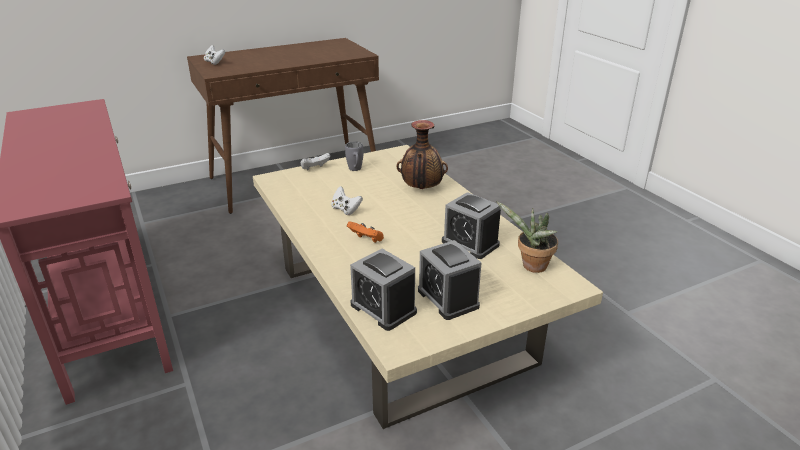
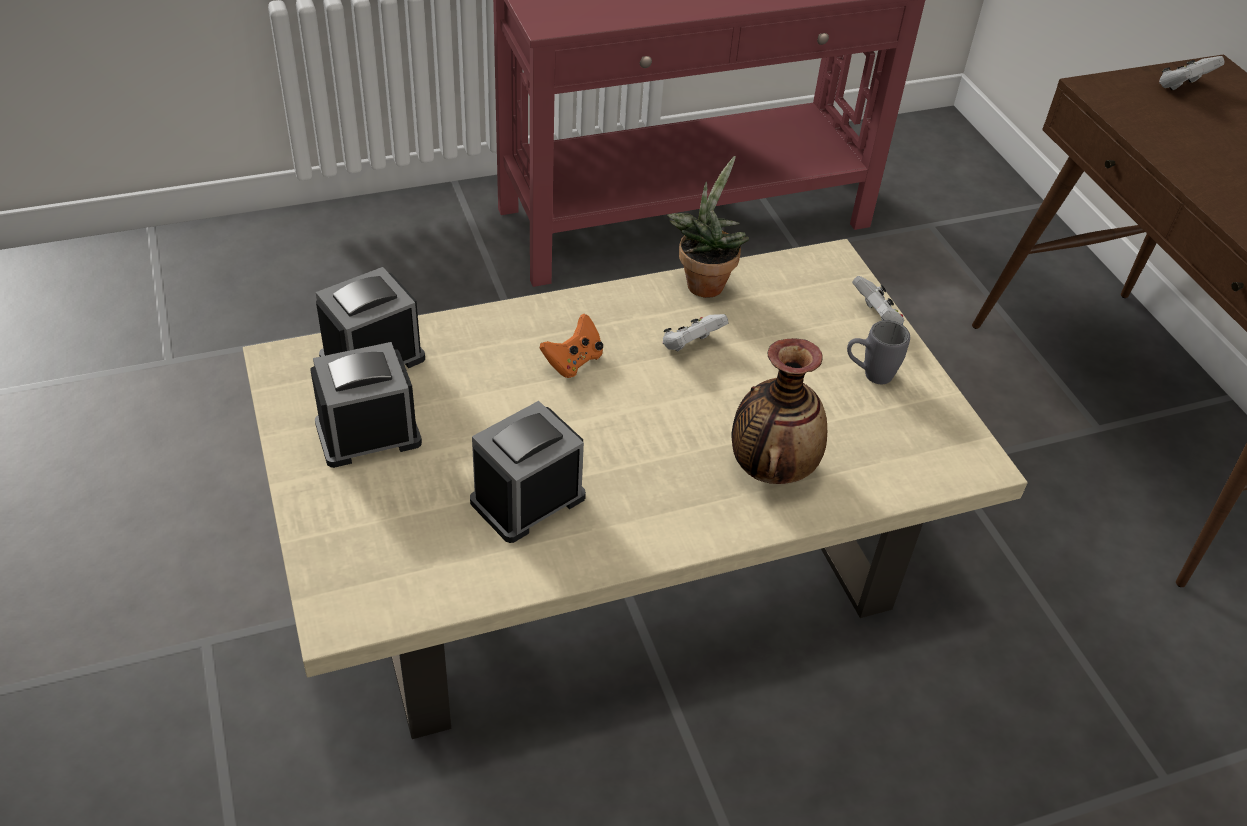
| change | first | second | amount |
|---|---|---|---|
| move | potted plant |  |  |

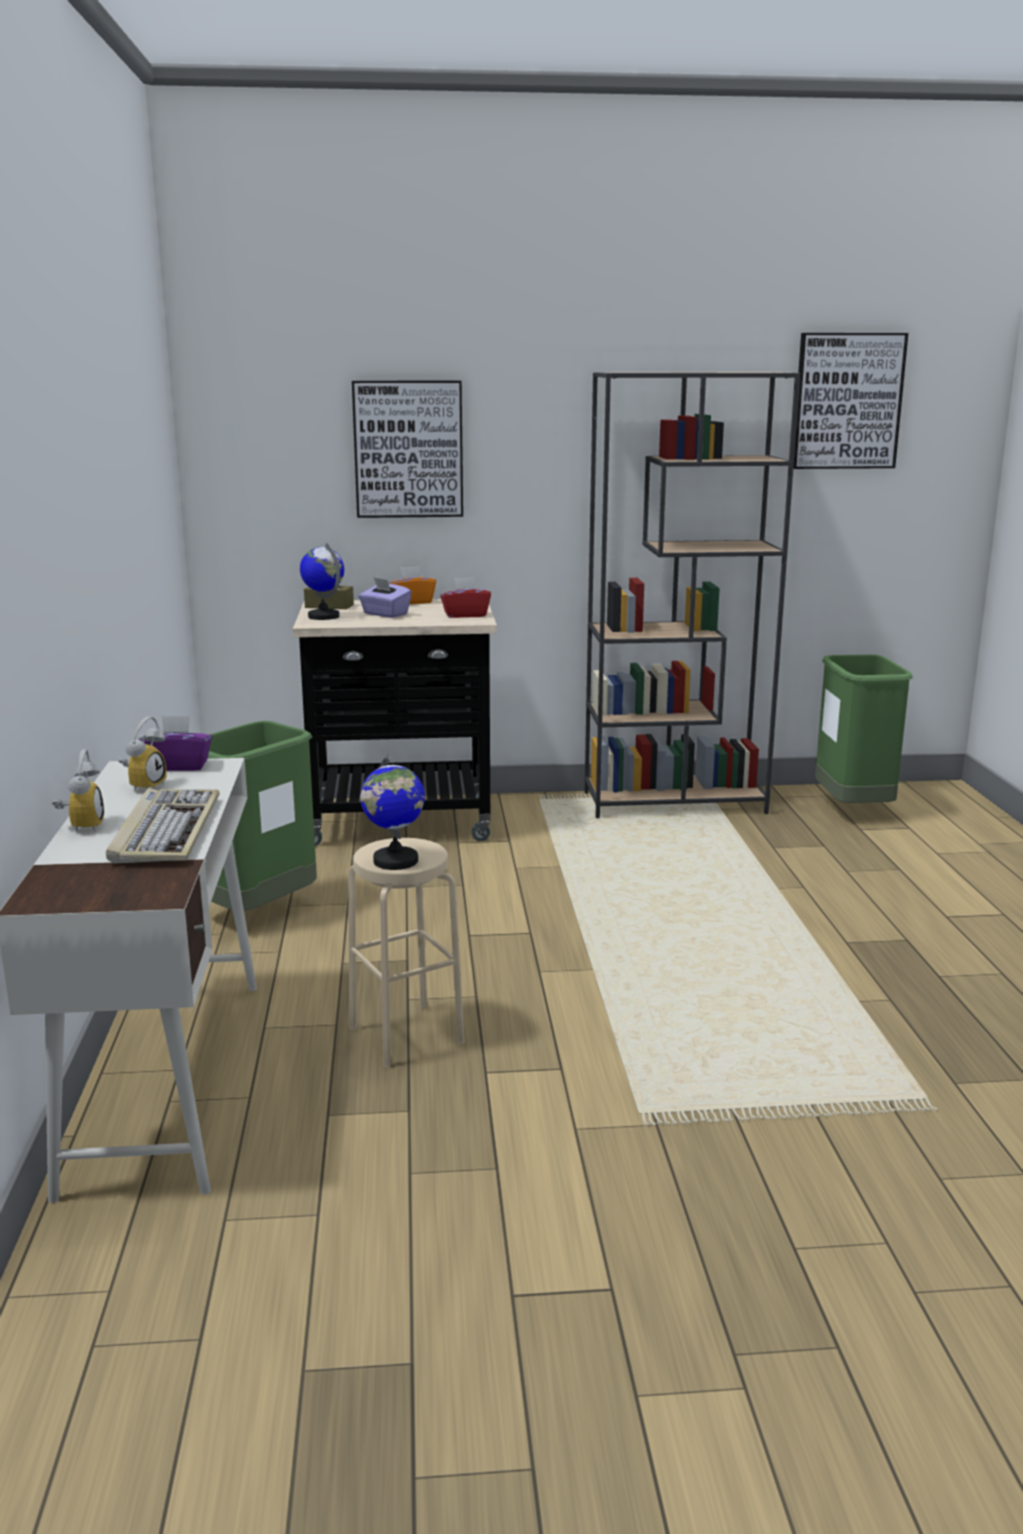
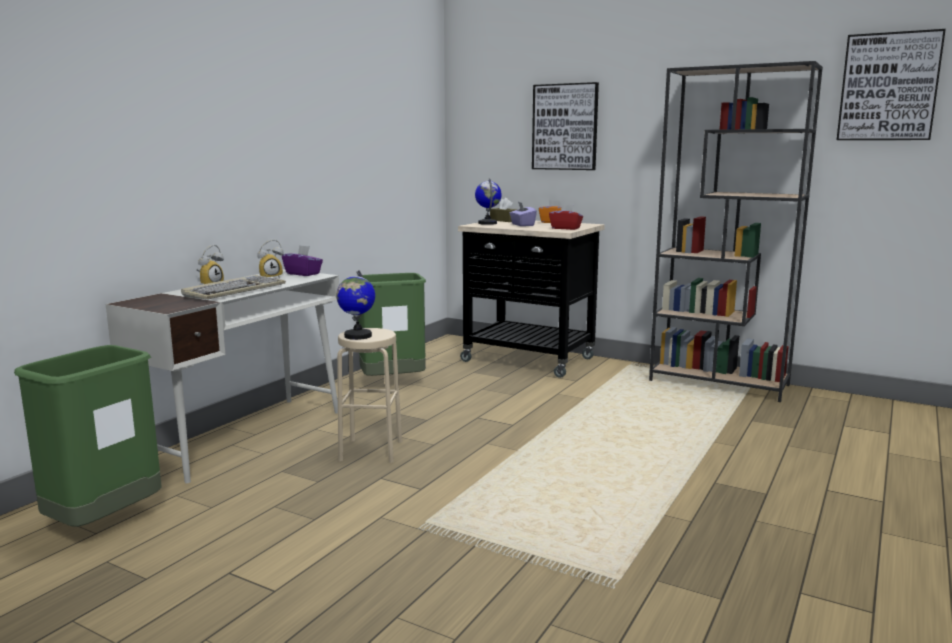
| change | first | second | amount |
|---|---|---|---|
| move | green trash can (2nd from left in the first image) | green trash can (1st from left) |  |

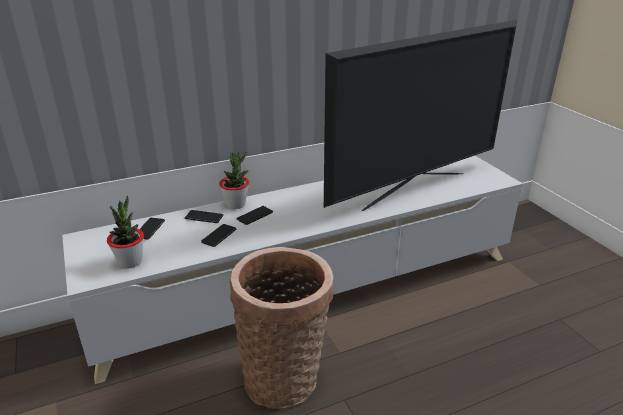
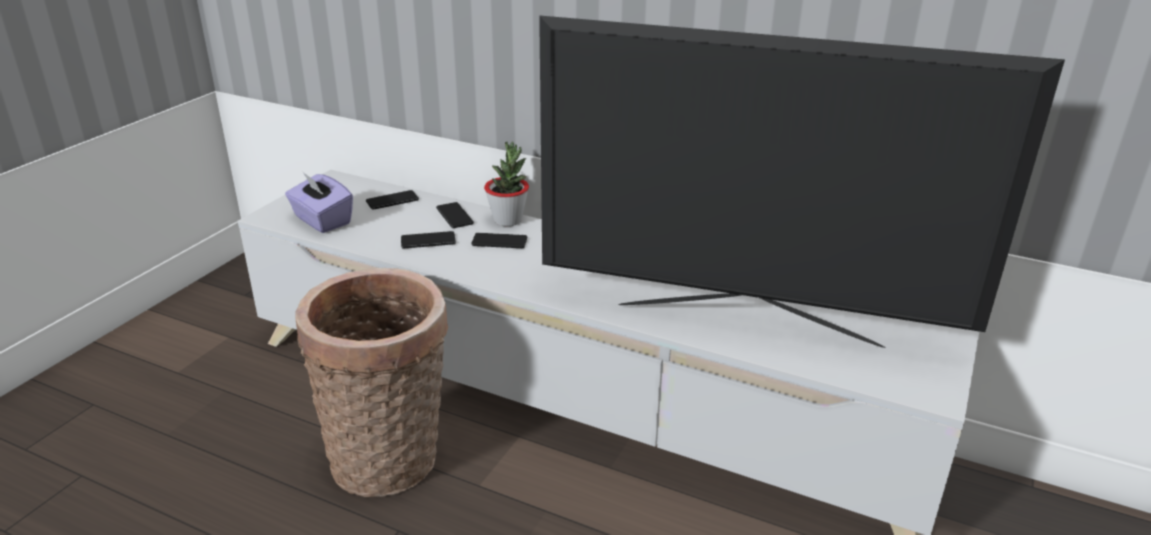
| change | first | second | amount |
|---|---|---|---|
| replace | potted plant (1st from left) | purple tissue box |  |

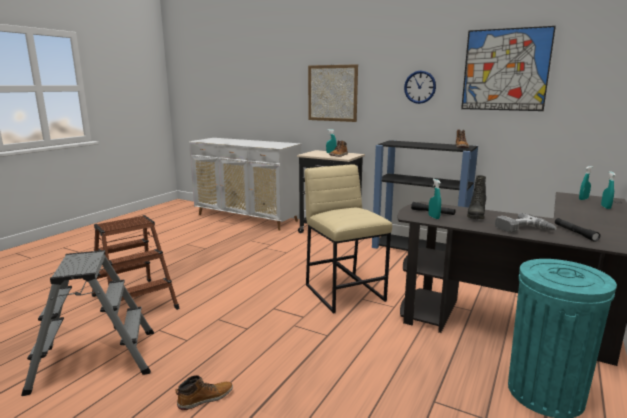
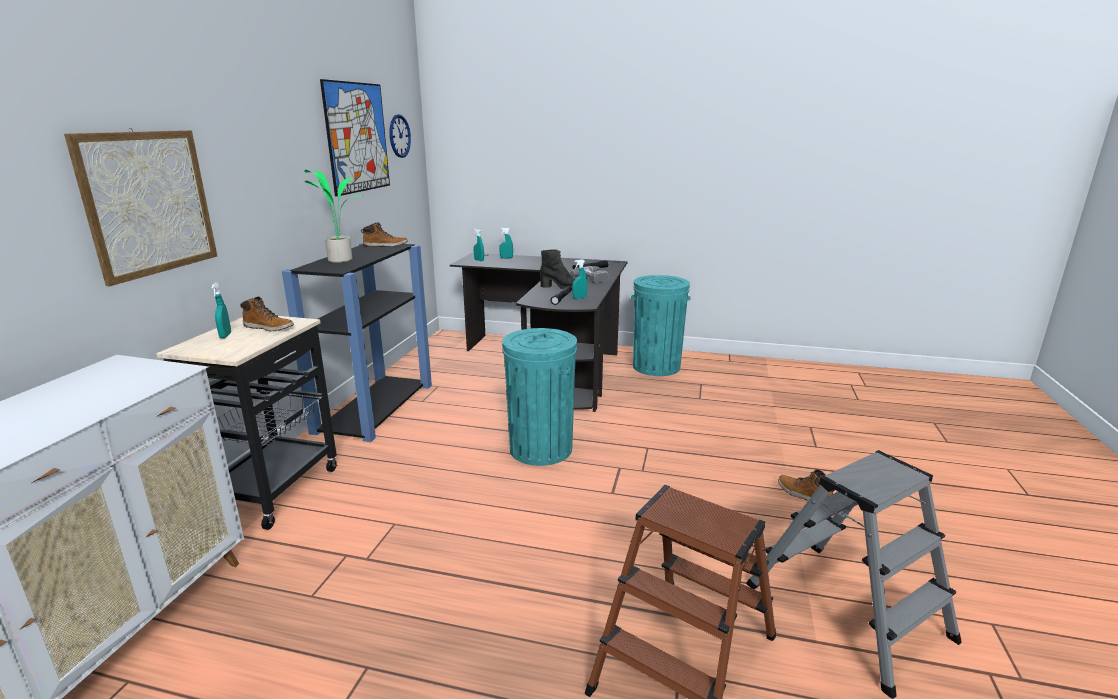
| change | first | second | amount |
|---|---|---|---|
| insert |  | potted plant |  |
| move | wall clock |  |  |
| replace | beige chair | turquoise trash can (1st from left) |  |

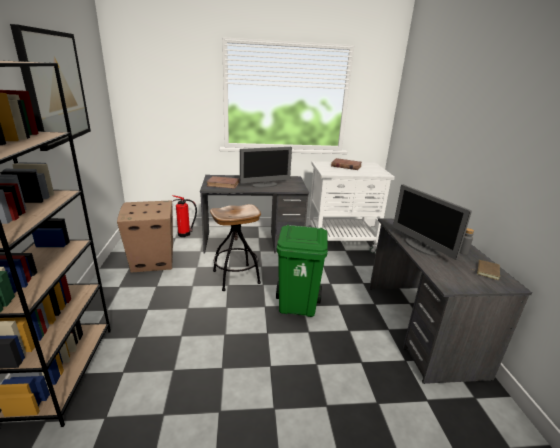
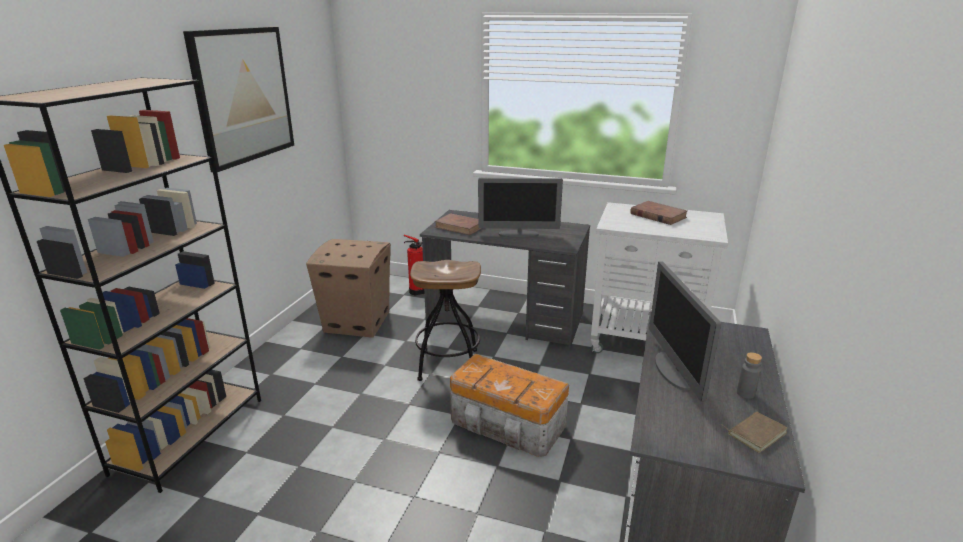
| change | first | second | amount |
|---|---|---|---|
| replace | green trash can | storage box |  |

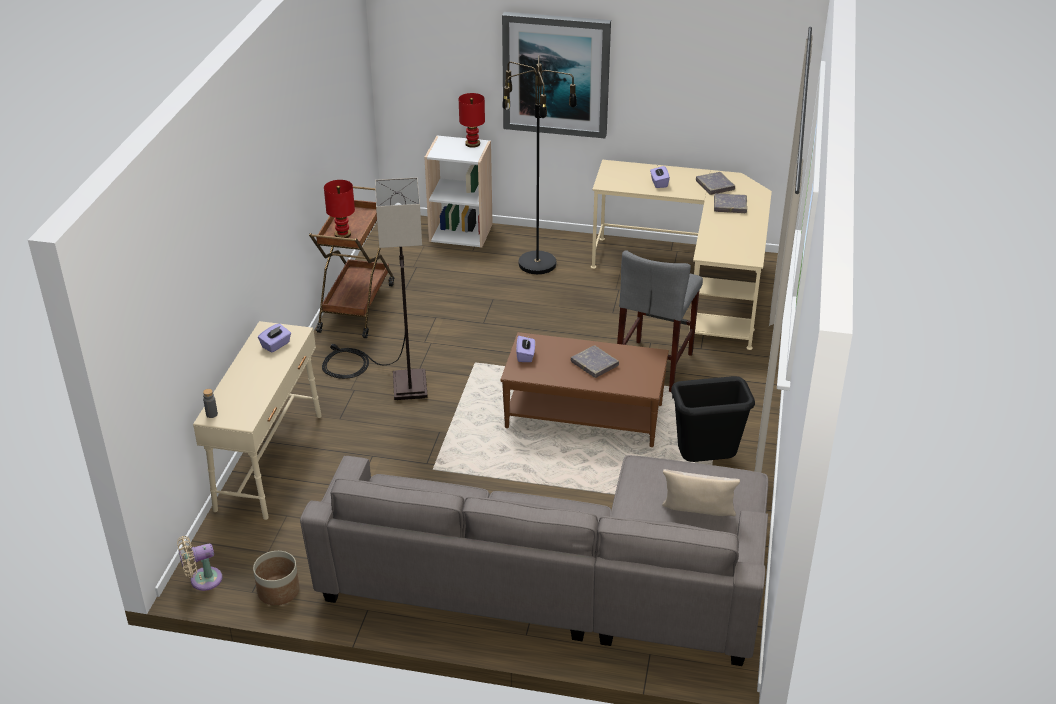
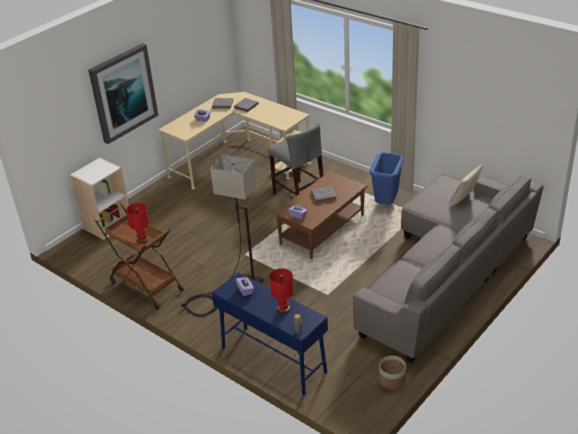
| change | first | second | amount |
|---|---|---|---|
| recolor | beige console table | blue console table |  |
| move | red table lamp (2nd from left) |  |  |
| recolor | black trash can | blue trash can |  |
| delete | beige fan |  |  |
| delete | floor lamp (2nd from left) |  |  |

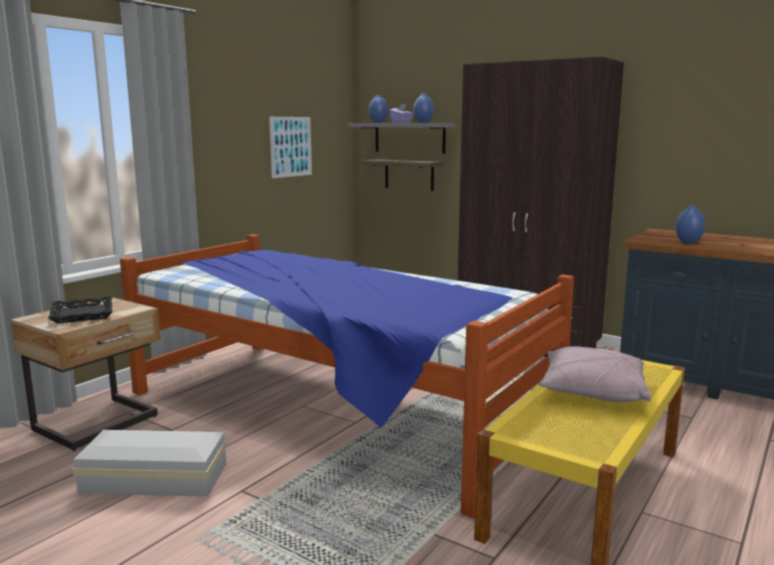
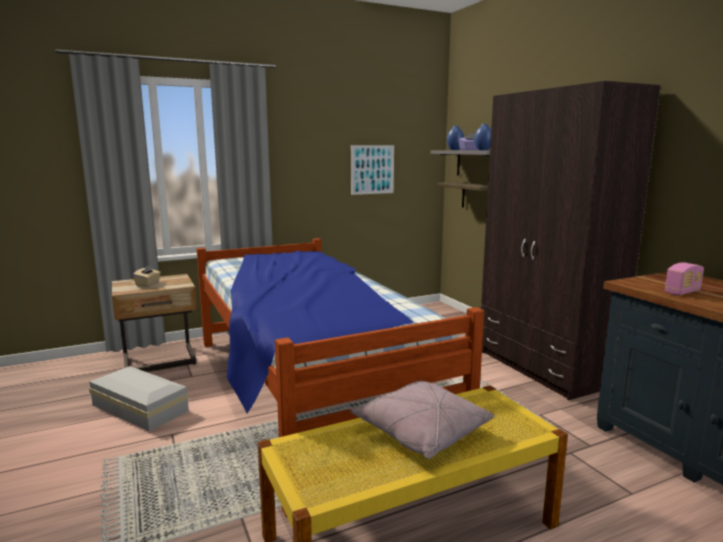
| change | first | second | amount |
|---|---|---|---|
| replace | black tray | beige tissue box |  |
| replace | blue vase (3rd from left) | radio |  |

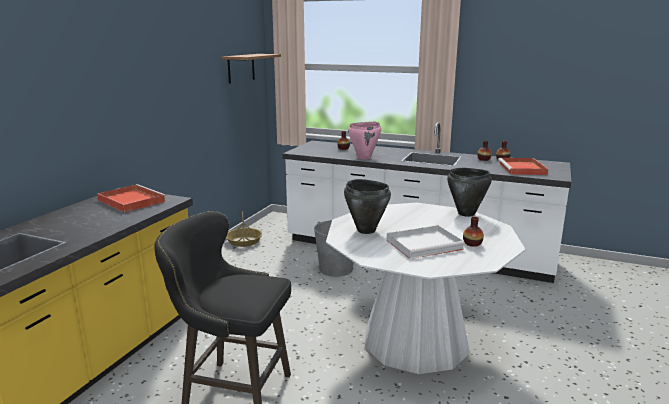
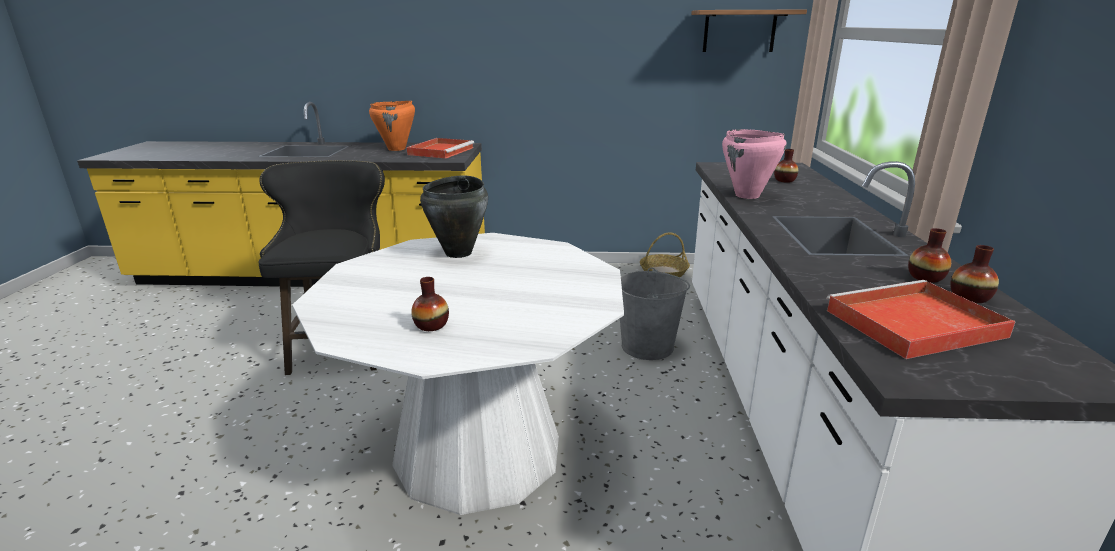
| change | first | second | amount |
|---|---|---|---|
| insert |  | orange cooking pot |  |
| delete | white tray |  |  |
| delete | black cooking pot (2nd from left) |  |  |

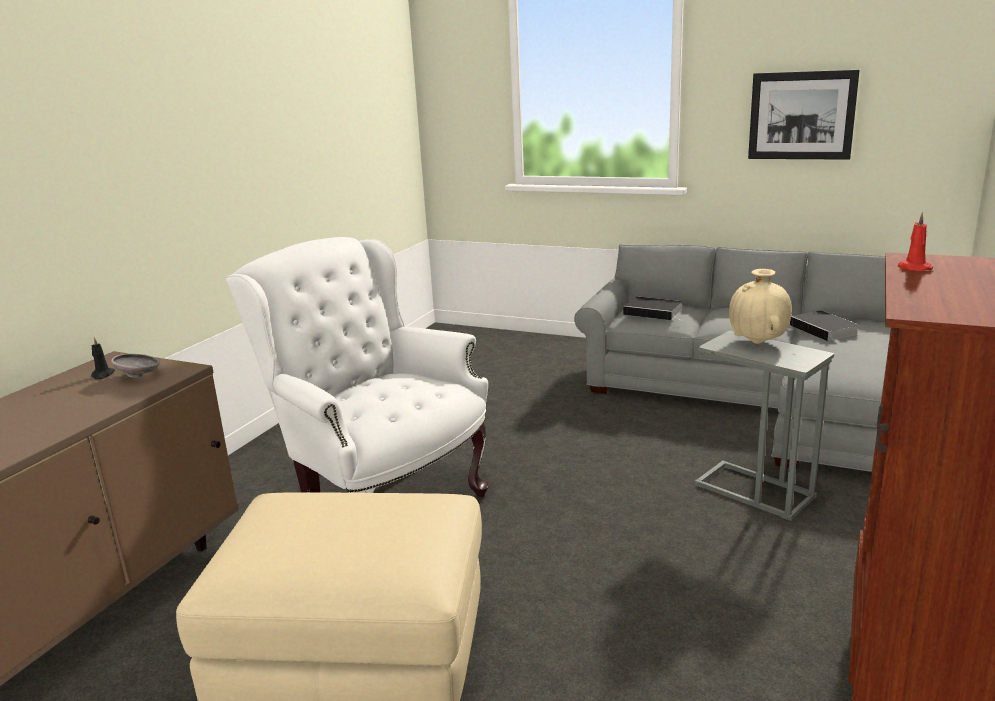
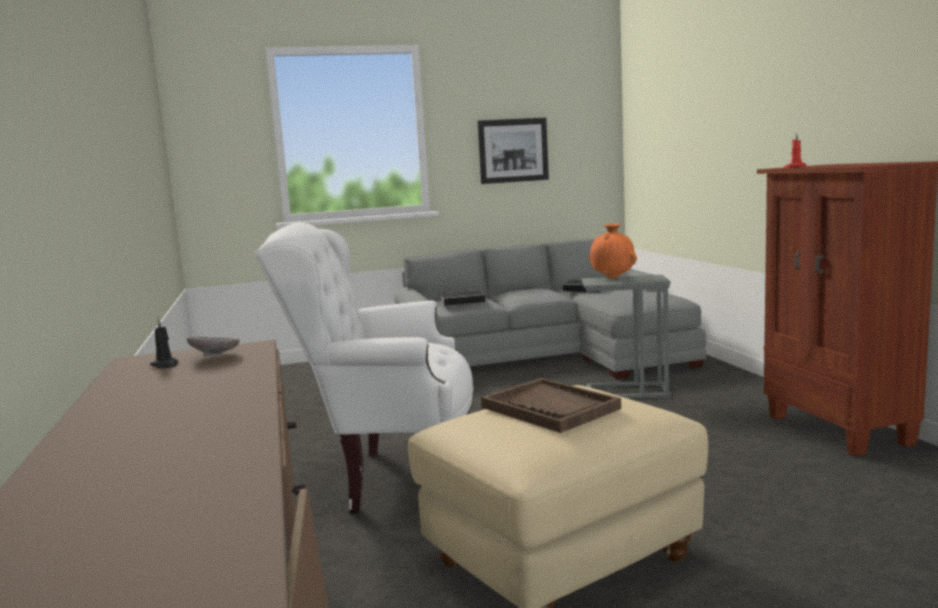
| change | first | second | amount |
|---|---|---|---|
| insert |  | brown tray |  |
| recolor | beige vase | orange vase |  |

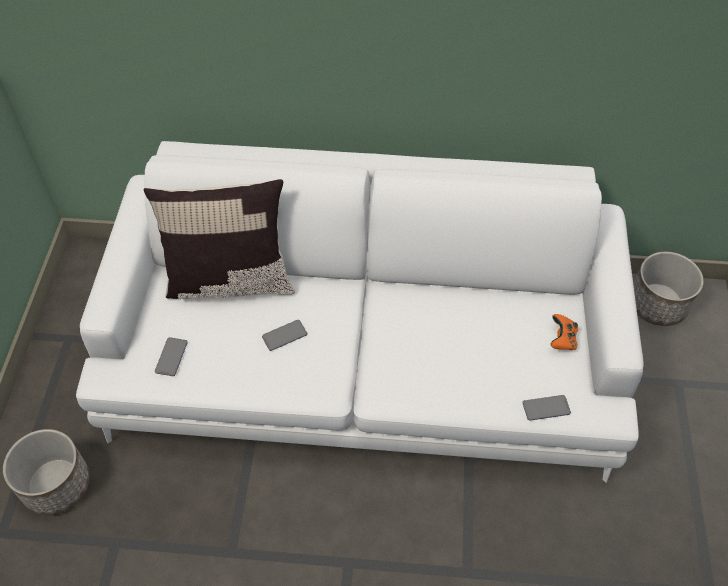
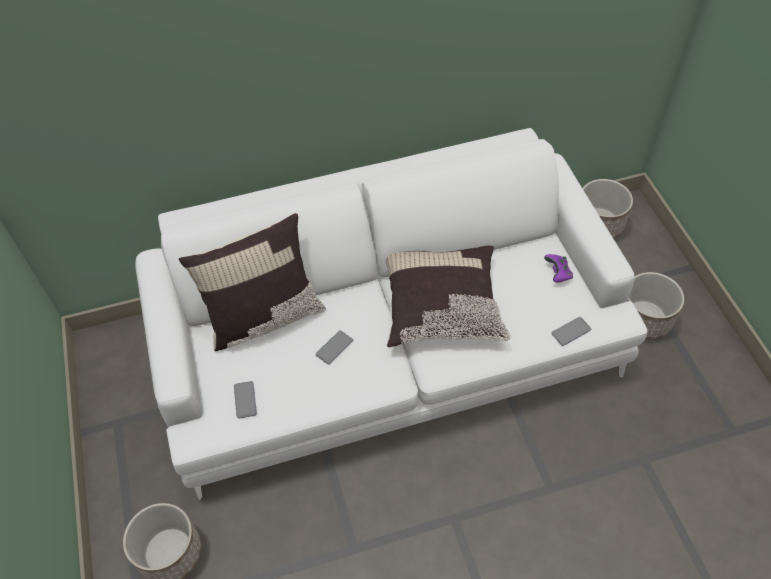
| change | first | second | amount |
|---|---|---|---|
| insert |  | pillow (2nd from left) |  |
| recolor | orange game controller | purple game controller |  |
| insert |  | planter (3rd from left) |  |

